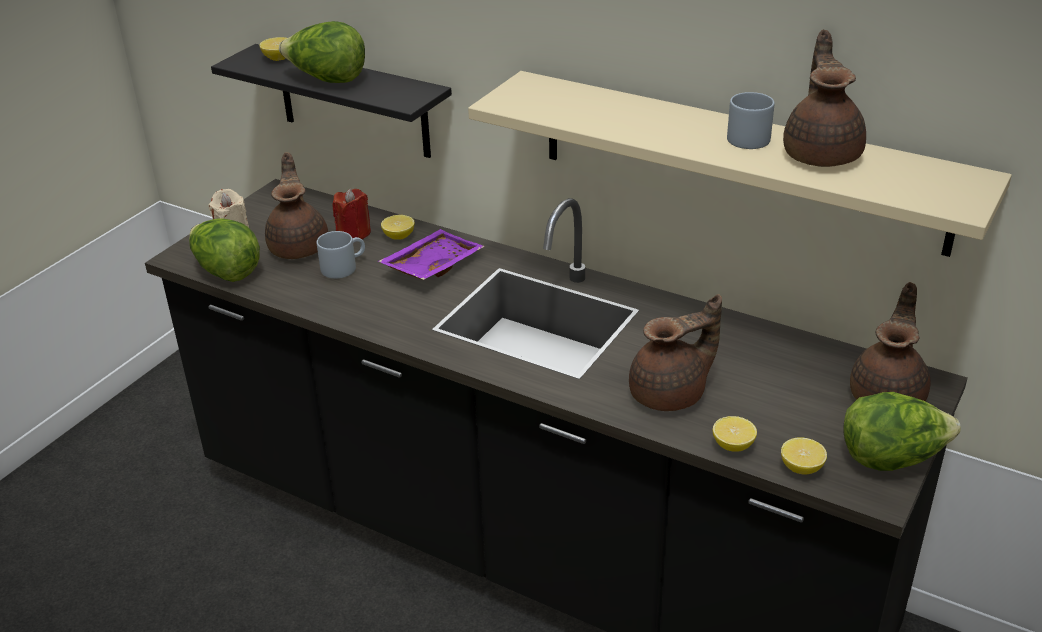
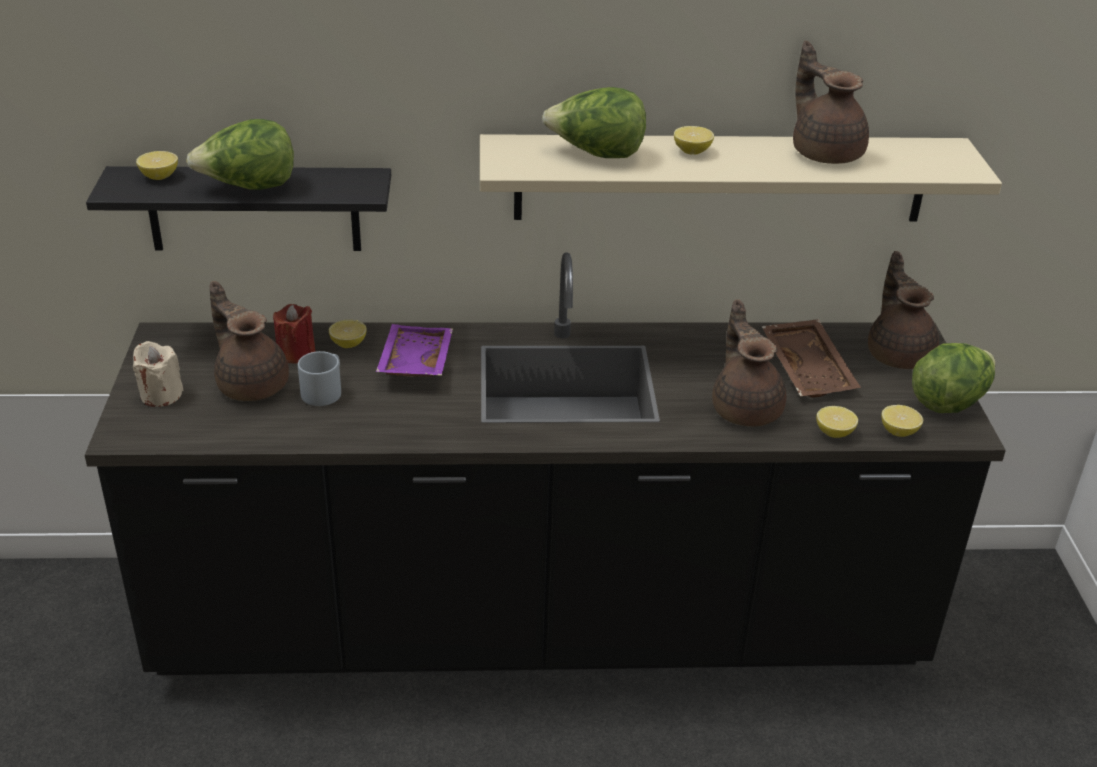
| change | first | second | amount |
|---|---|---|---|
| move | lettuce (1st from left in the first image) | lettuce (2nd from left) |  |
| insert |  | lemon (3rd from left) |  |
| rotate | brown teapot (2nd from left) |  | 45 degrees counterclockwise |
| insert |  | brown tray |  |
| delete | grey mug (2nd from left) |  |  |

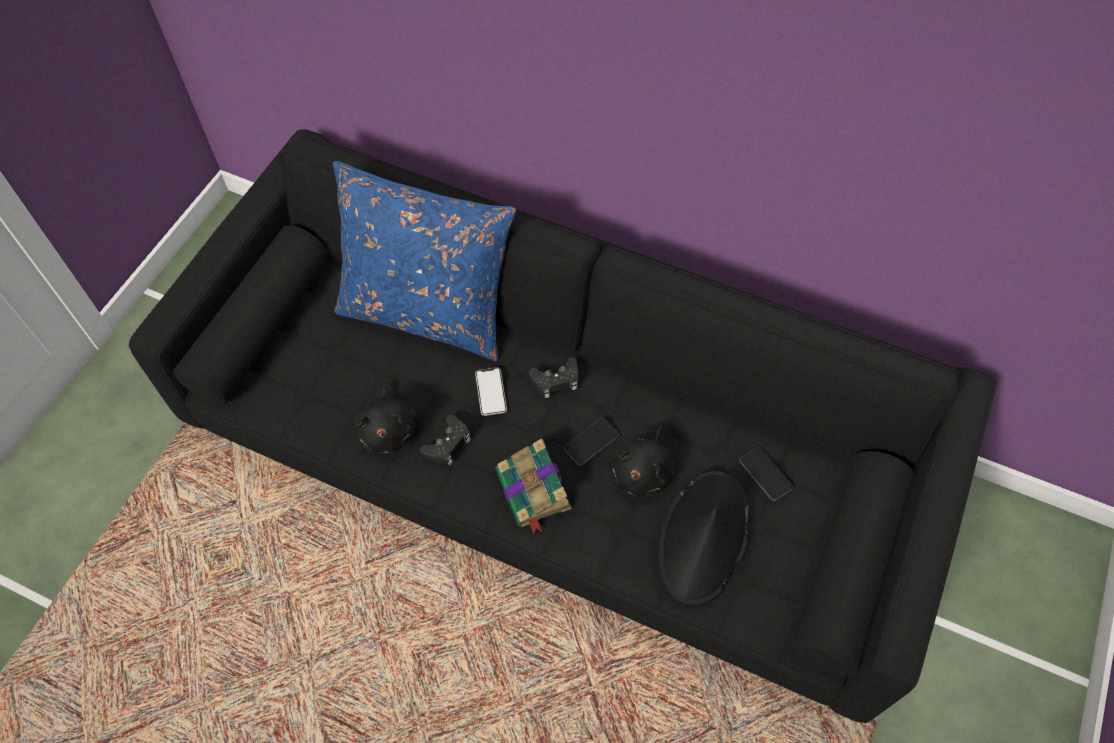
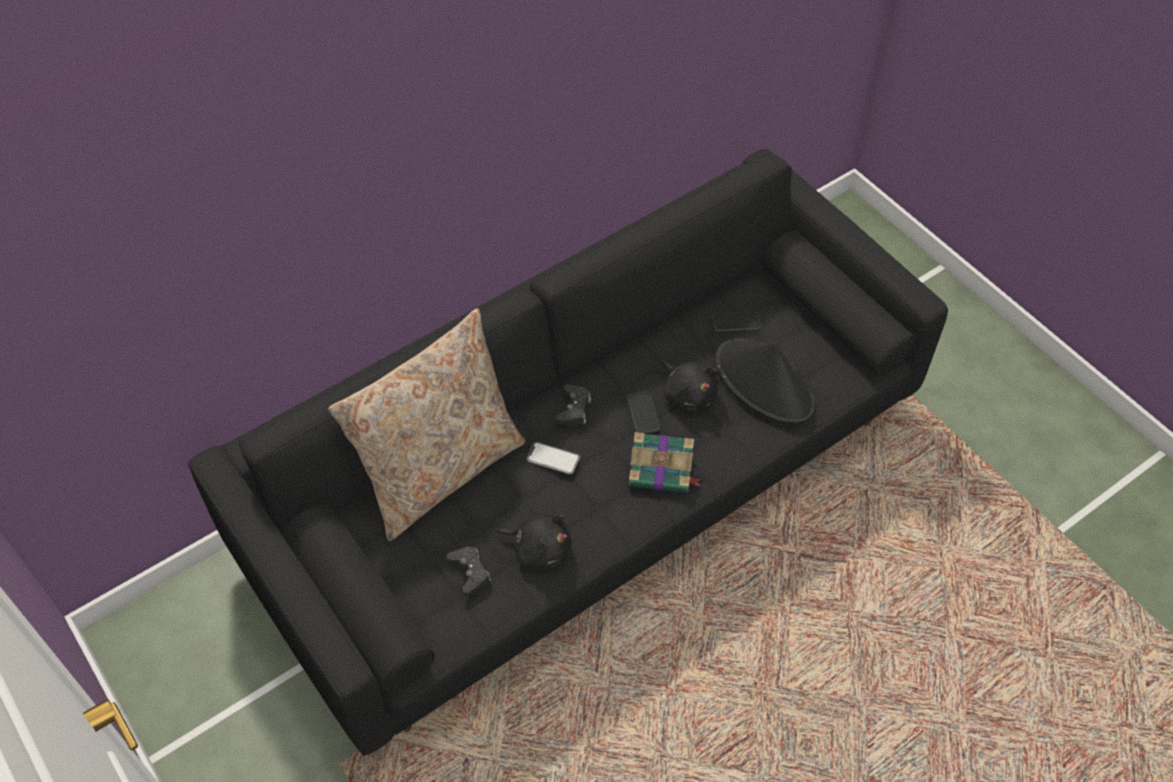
| change | first | second | amount |
|---|---|---|---|
| recolor | blue pillow | beige pillow |  |
| move | black game controller (1st from left) |  |  |

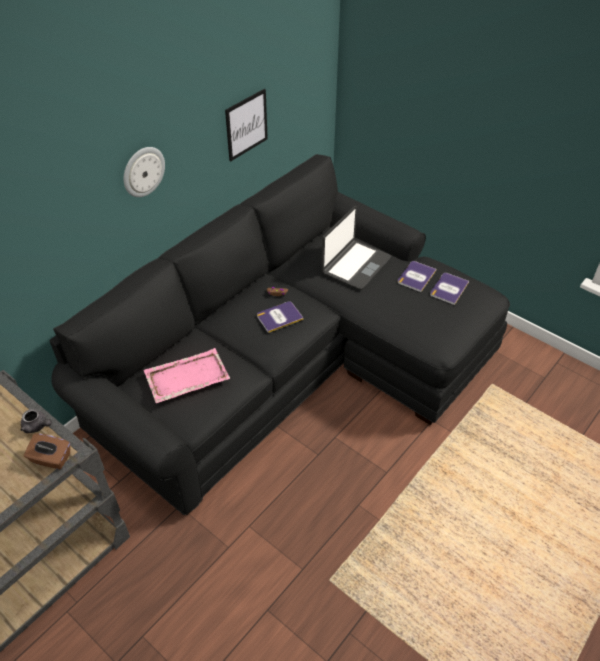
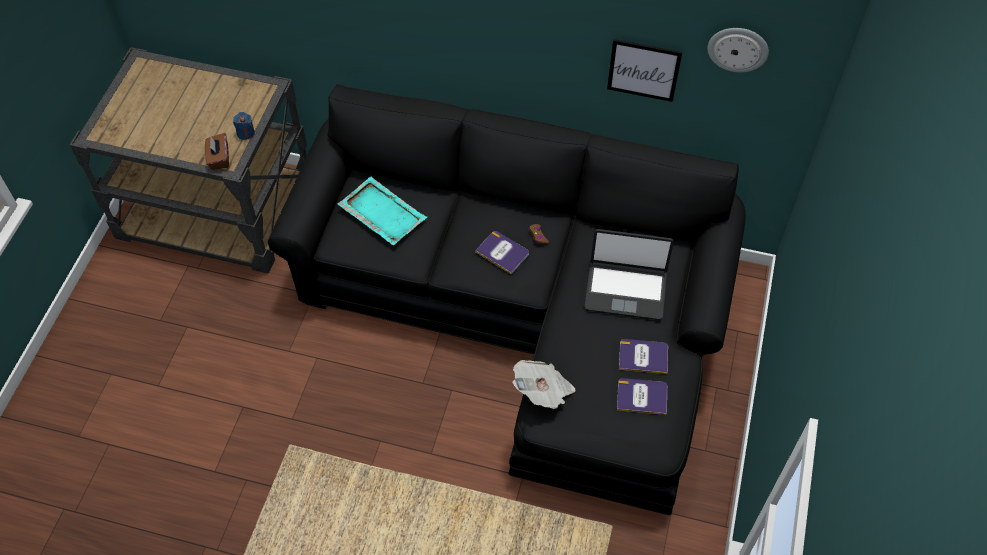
| change | first | second | amount |
|---|---|---|---|
| replace | grey teapot | blue candle |  |
| recolor | pink tray | turquoise tray |  |
| insert |  | newspaper |  |
| move | wall clock |  |  |

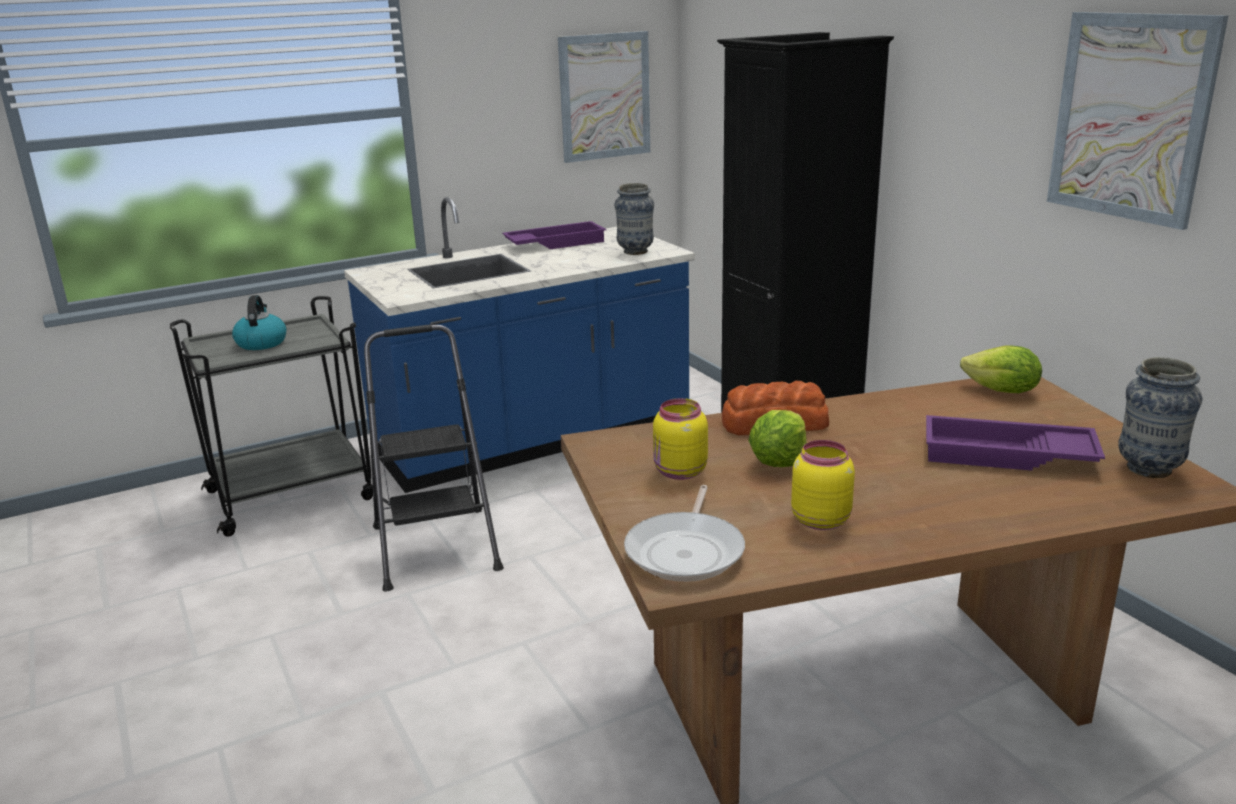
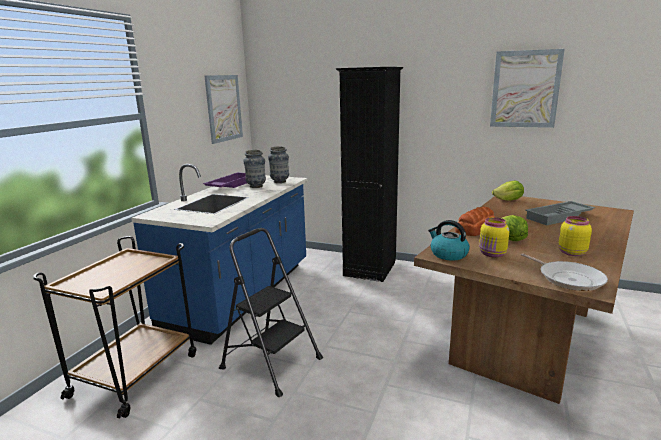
| change | first | second | amount |
|---|---|---|---|
| recolor | grey cart | brown cart |  |
| move | vase (2nd from left in the first image) | vase (1st from left) |  |
| move | kettle |  |  |
| recolor | purple tray (2nd from left) | grey tray |  |

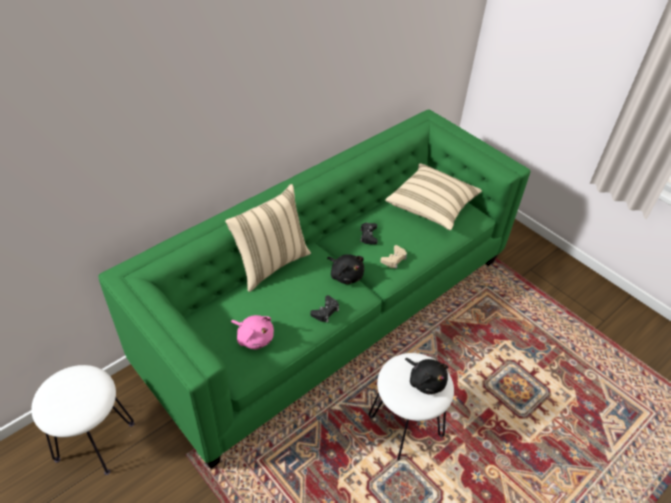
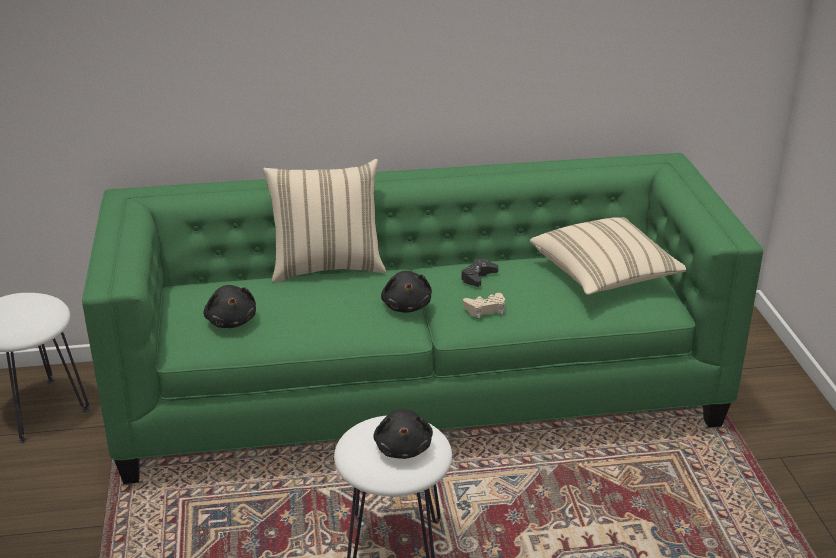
| change | first | second | amount |
|---|---|---|---|
| recolor | pink plush toy | black plush toy (1st from left) |  |
| delete | black game controller (1st from left) |  |  |

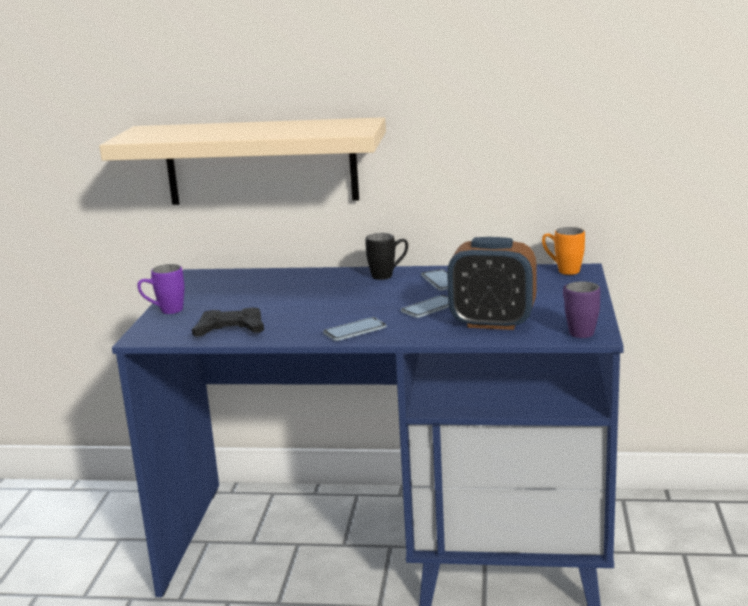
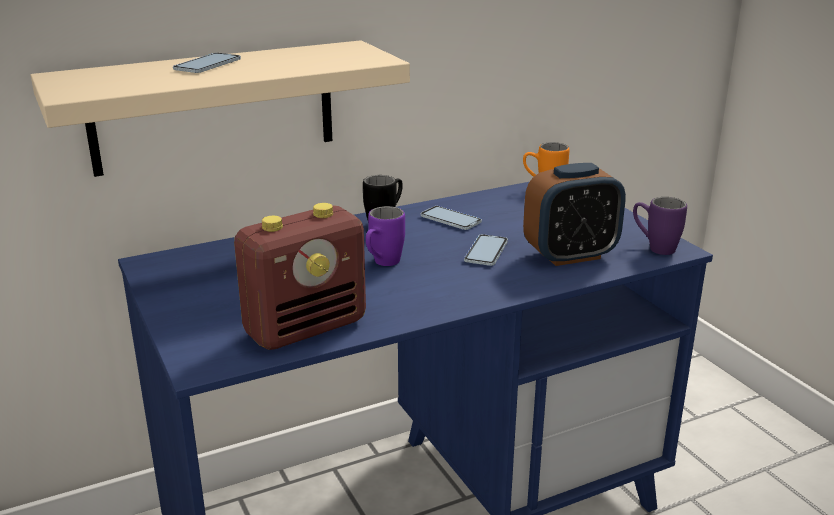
| change | first | second | amount |
|---|---|---|---|
| move | phone (1st from left) |  |  |
| replace | black game controller | radio |  |
| move | purple mug (1st from left) |  |  |

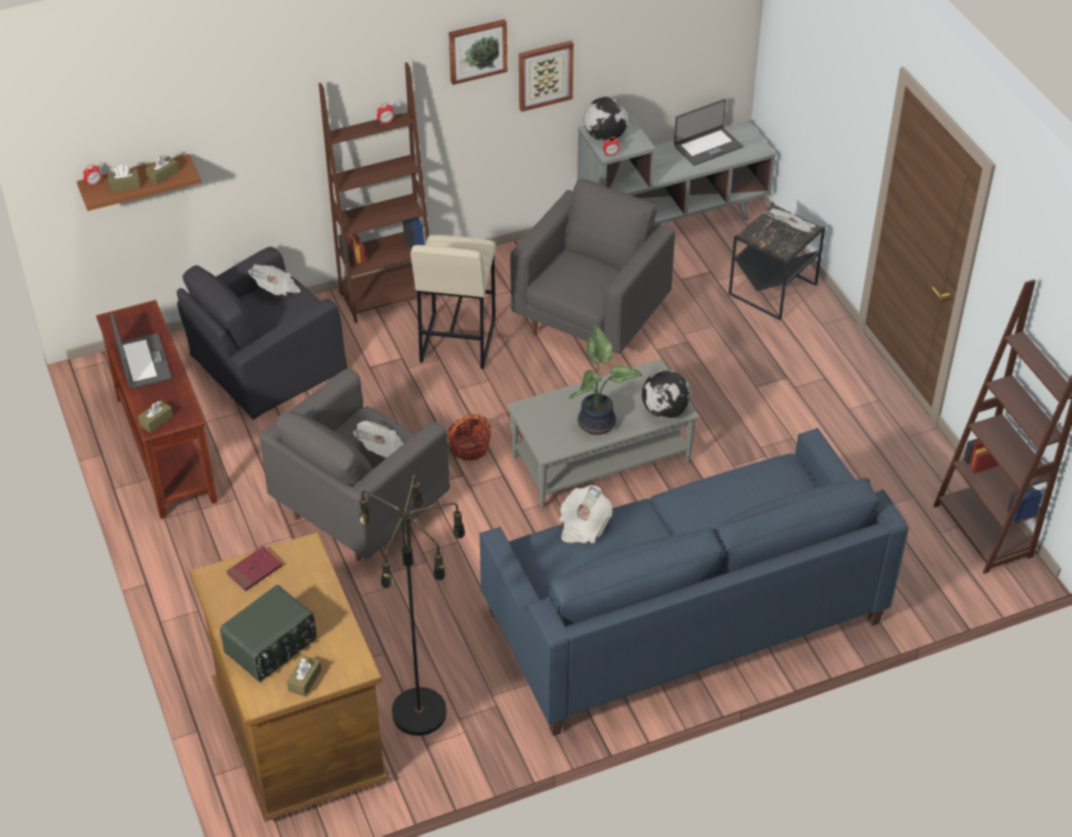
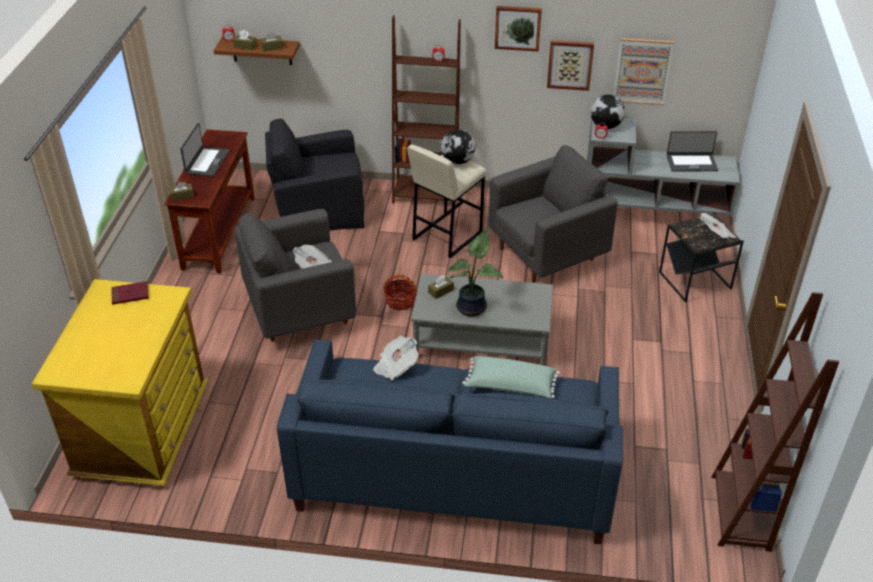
| change | first | second | amount |
|---|---|---|---|
| recolor | brown dresser | yellow dresser |  |
| move | brown tissue box (4th from left) |  |  |
| move | globe (2nd from left in the first image) | globe (1st from left) |  |
| insert |  | green pillow |  |
| insert |  | picture (3rd from left) |  |
| delete | radio |  |  |
| delete | newspaper (1st from left) |  |  |
| delete | floor lamp |  |  |

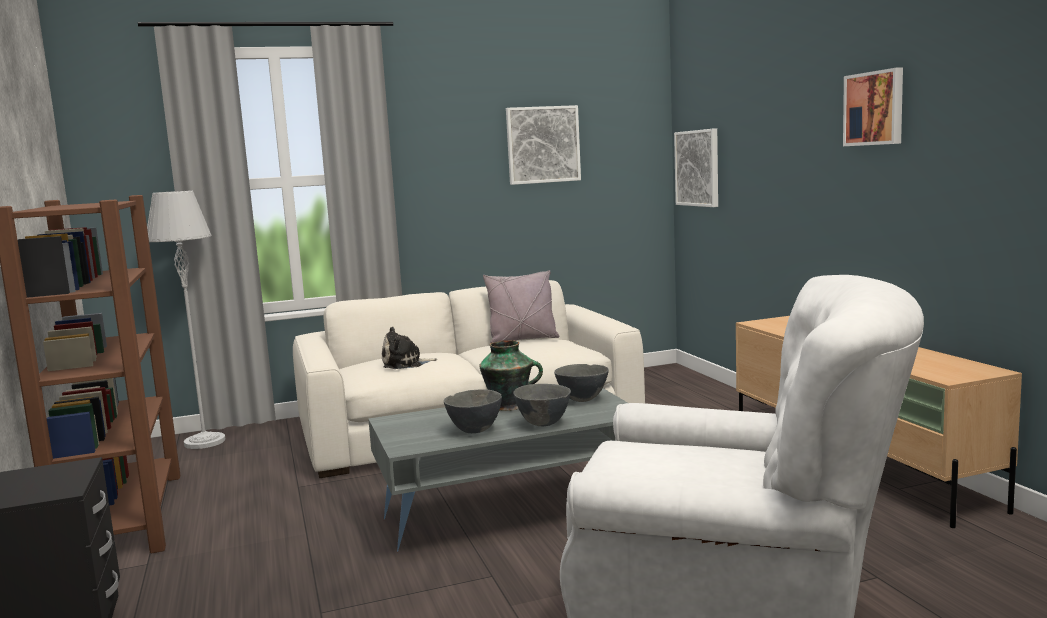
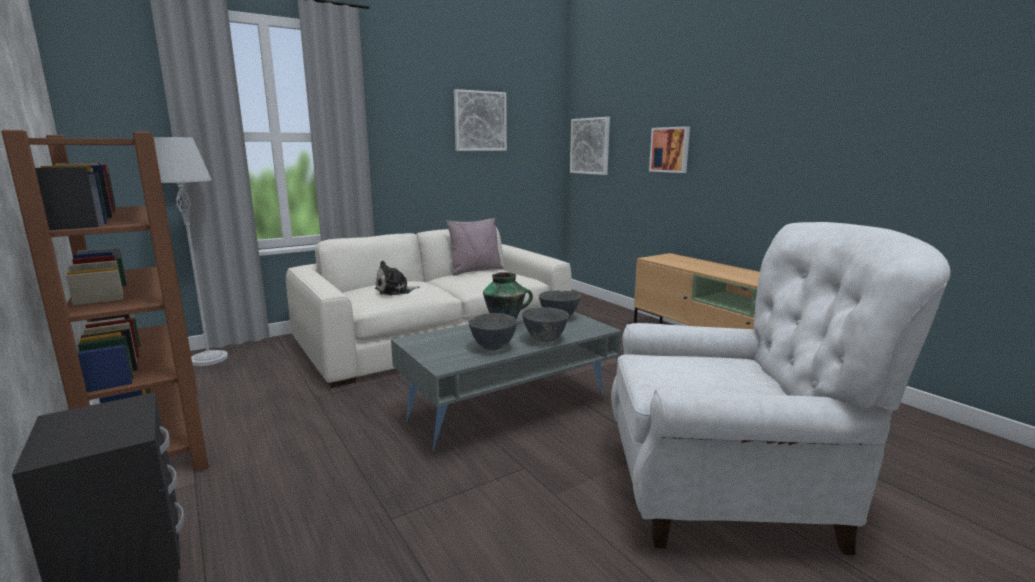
| change | first | second | amount |
|---|---|---|---|
| move | picture (3rd from left) |  |  |

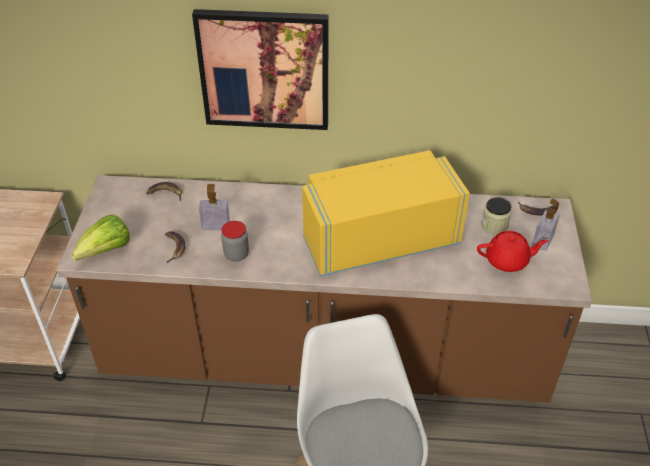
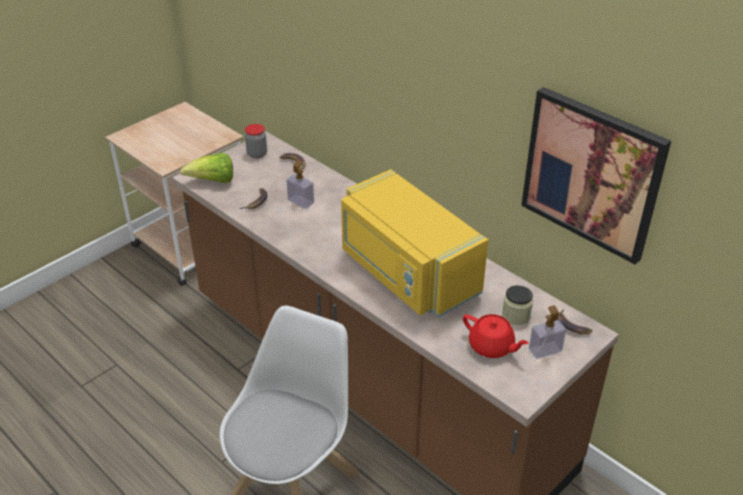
| change | first | second | amount |
|---|---|---|---|
| move | jar (1st from left) |  |  |
| rotate | yellow microwave |  | 150 degrees counterclockwise |
| move | picture |  |  |

